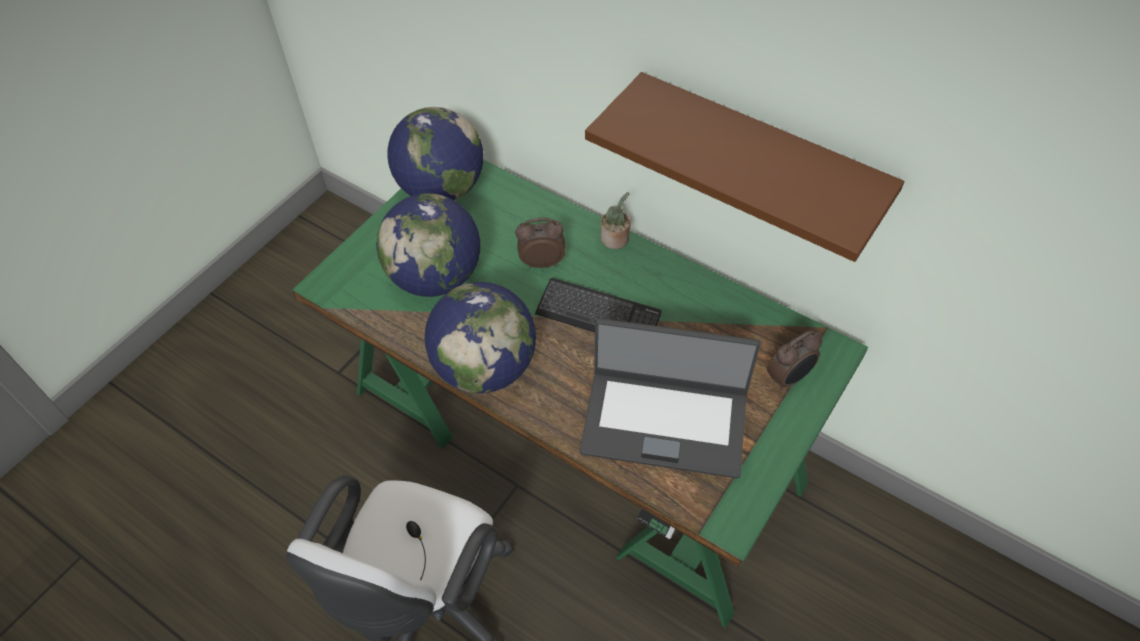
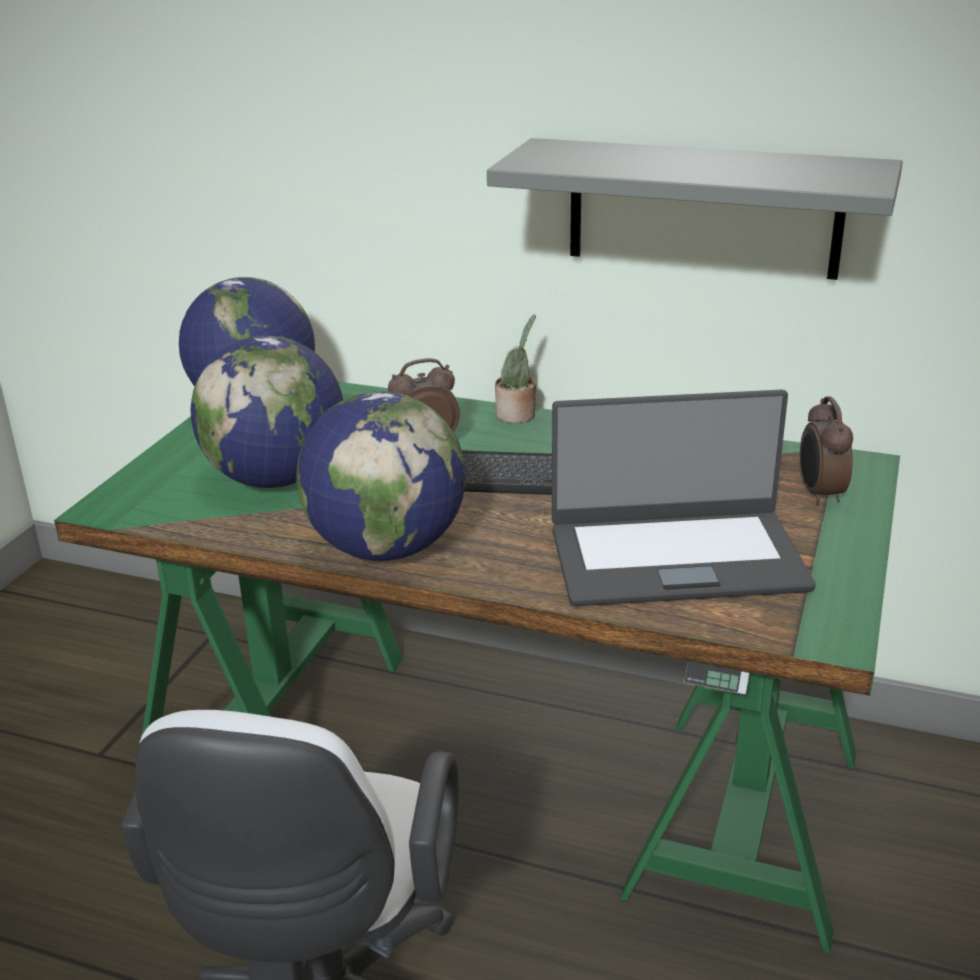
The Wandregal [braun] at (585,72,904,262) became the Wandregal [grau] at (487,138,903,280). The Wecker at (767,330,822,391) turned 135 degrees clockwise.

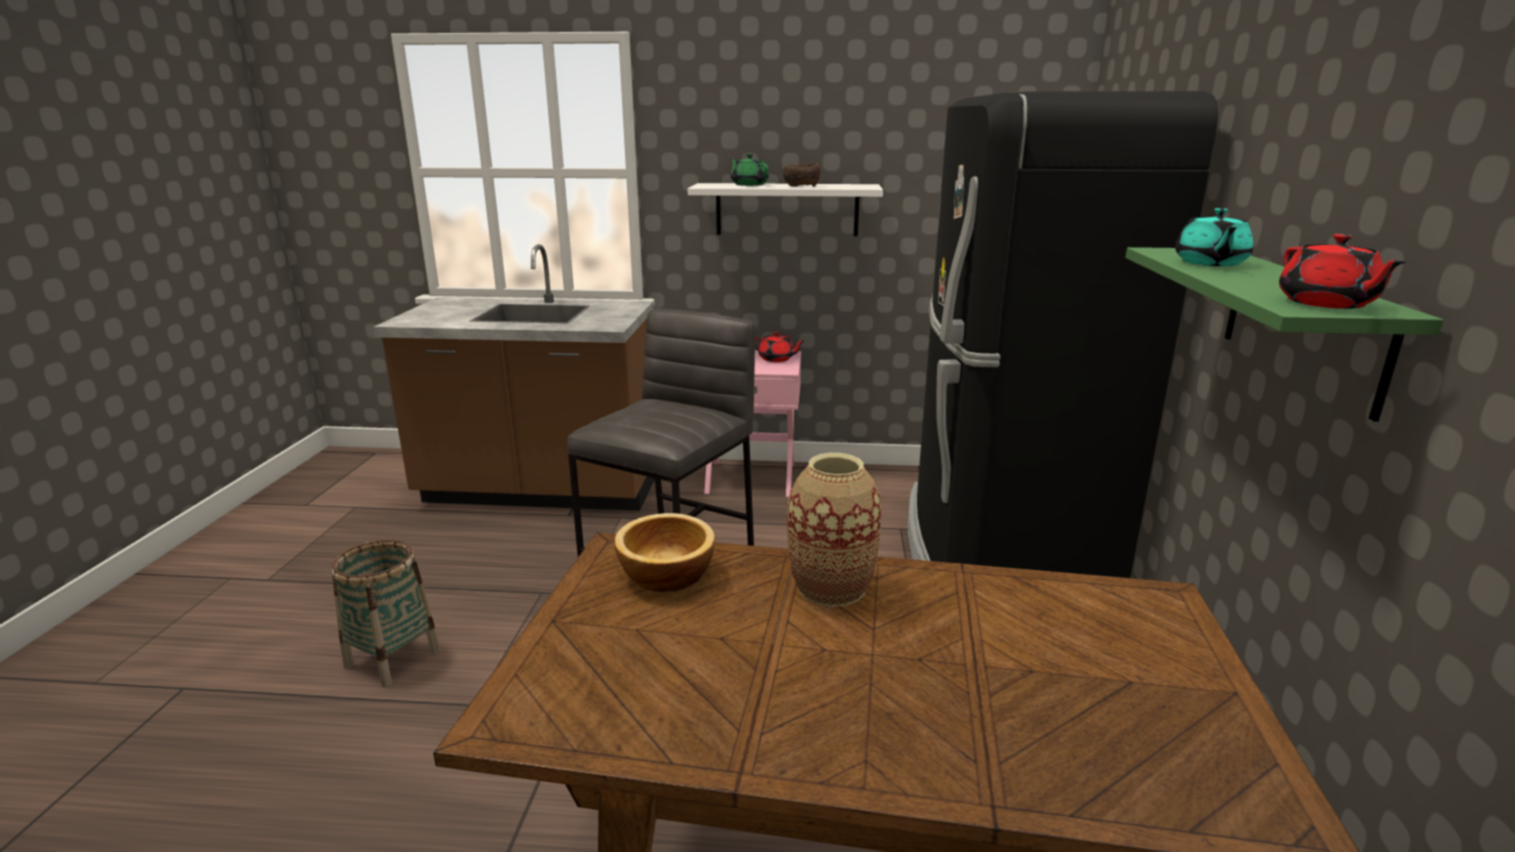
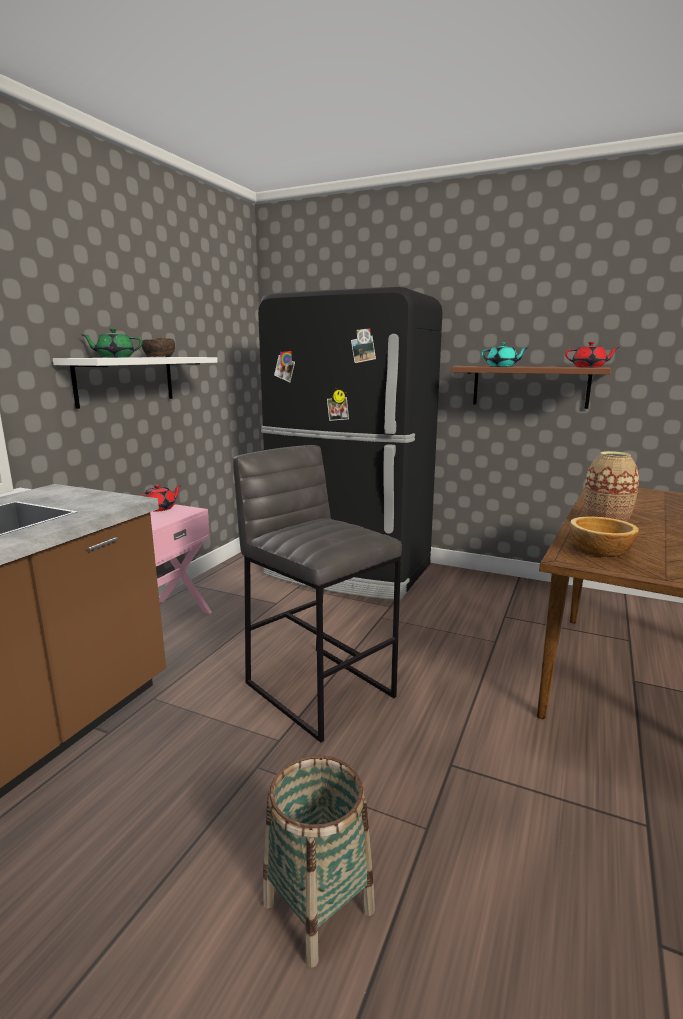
The Wandregal [grün] at (1125,247,1444,422) became the Wandregal [braun] at (451,366,611,409).

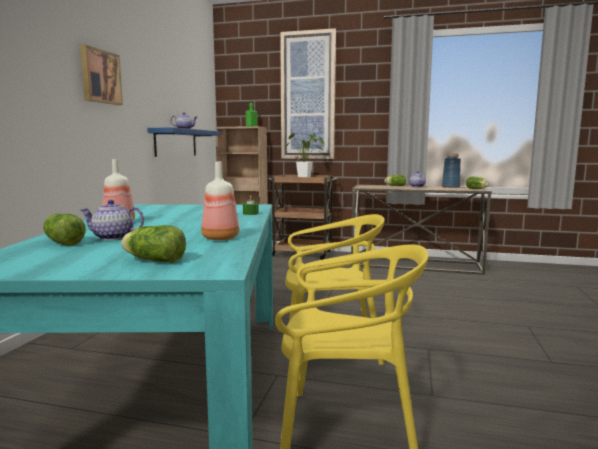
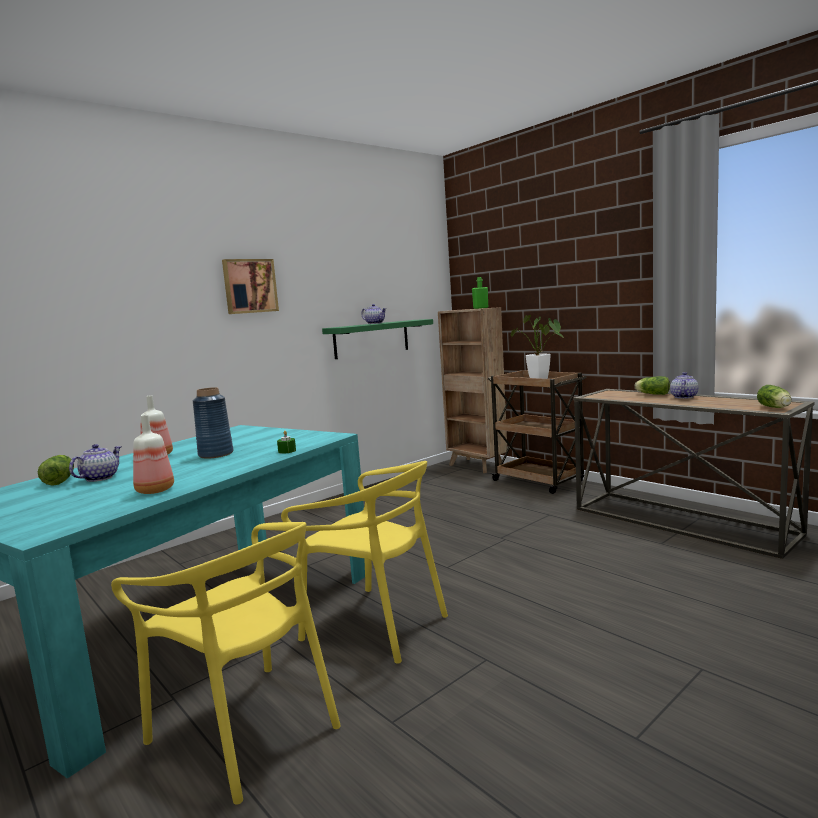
The Teekanne at (80,200,144,240) turned 75 degrees clockwise. The Salatkopf at (121,225,186,263) disappeared. The Wandregal [blau] at (147,127,220,157) became the Wandregal [grün] at (322,319,433,359). The Bild at (280,28,336,159) disappeared. The Vase [blau] moved from (442,153,461,188) to (193,387,234,459).

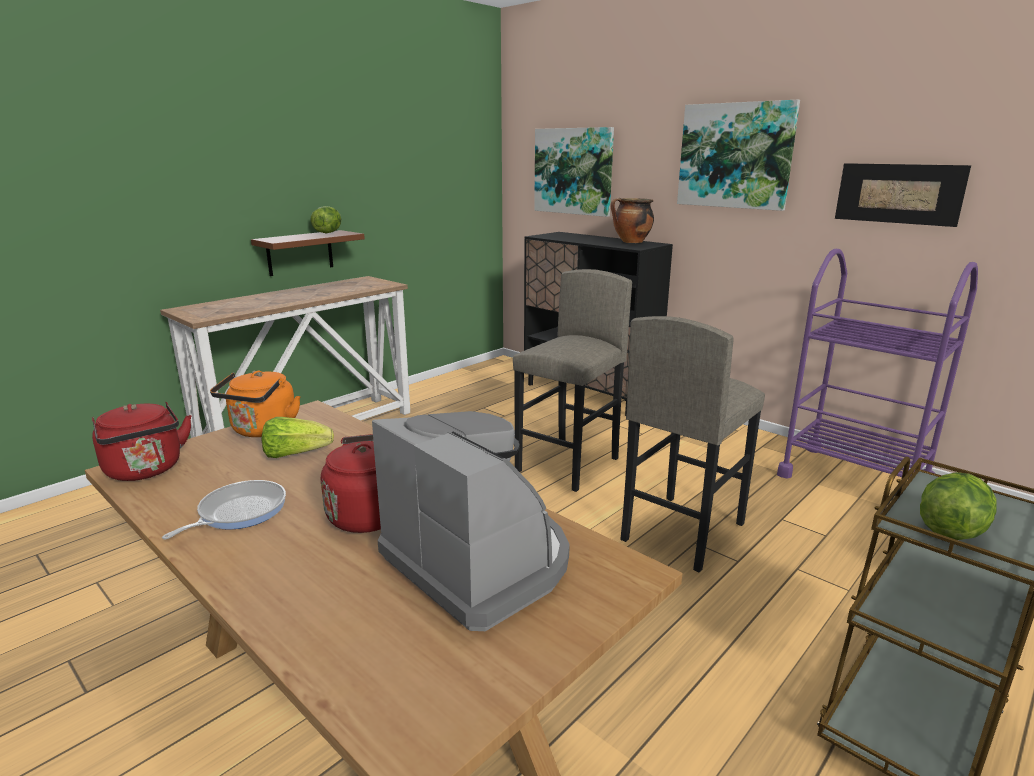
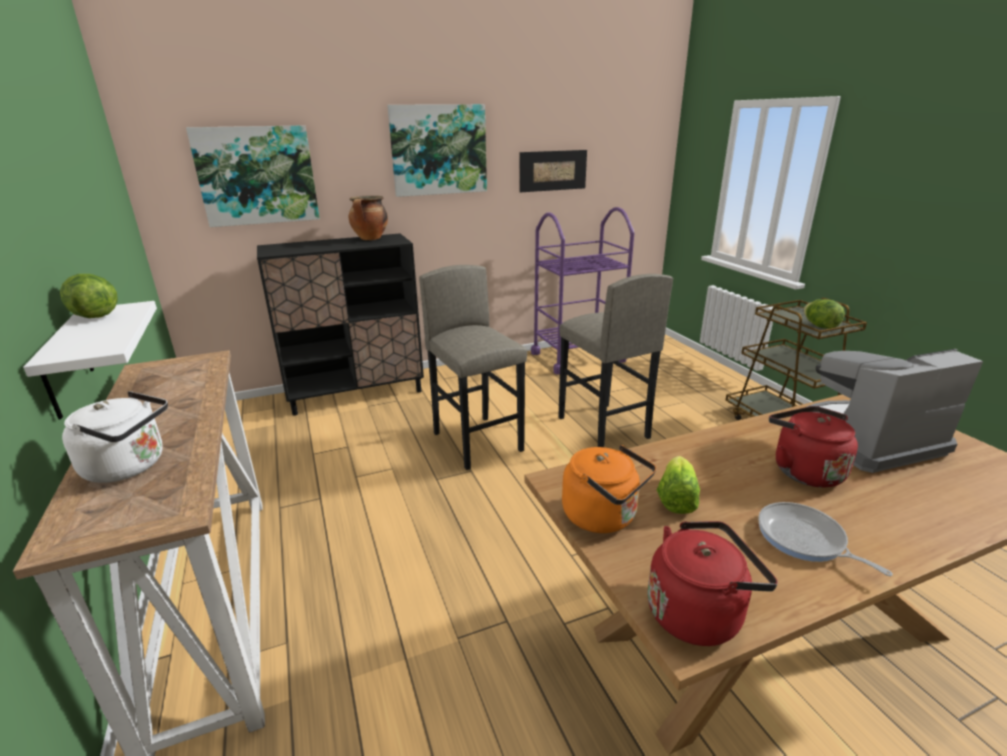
The Wandregal [braun] at (251,230,365,276) became the Wandregal [weiß] at (23,301,157,419). The Wasserkessel [weiß] at (62,391,168,483) appeared.

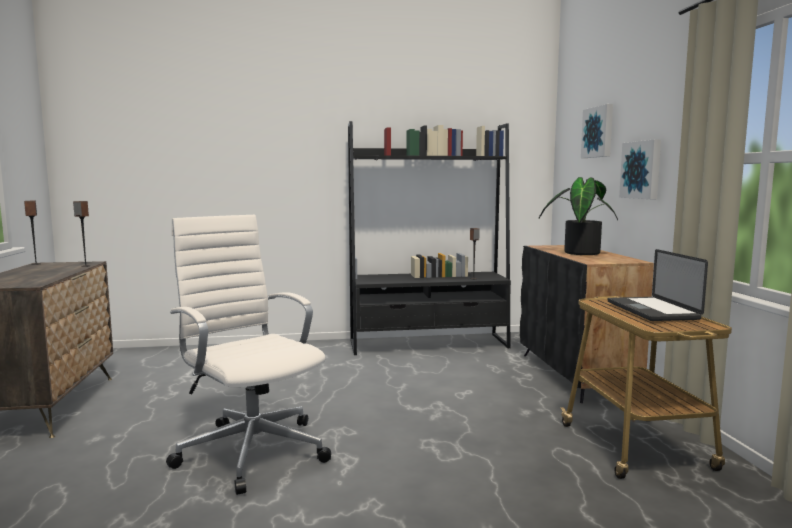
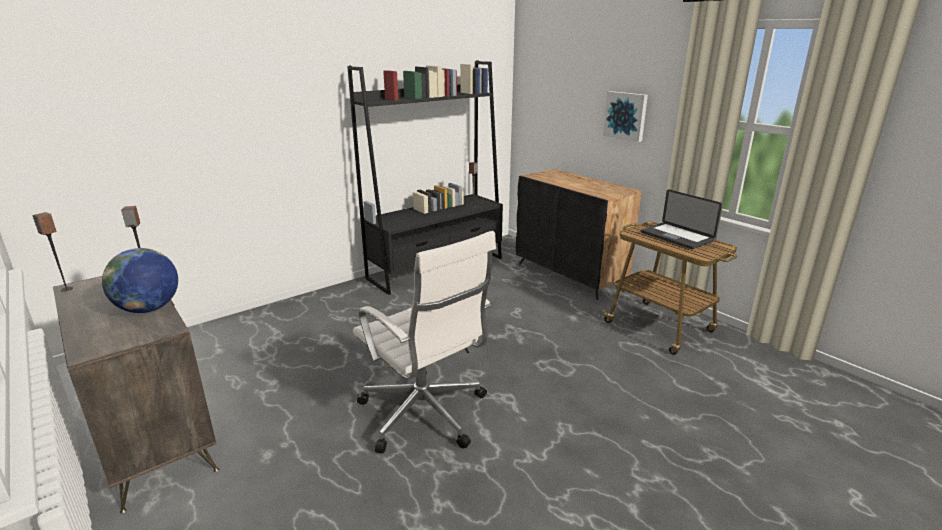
The Bürostuhl [weiß] at (166,215,331,495) turned 150 degrees counterclockwise. The Topfpflanze at (539,177,618,255) disappeared. The Bild at (581,104,613,158) disappeared. The Globus at (102,248,178,313) appeared.

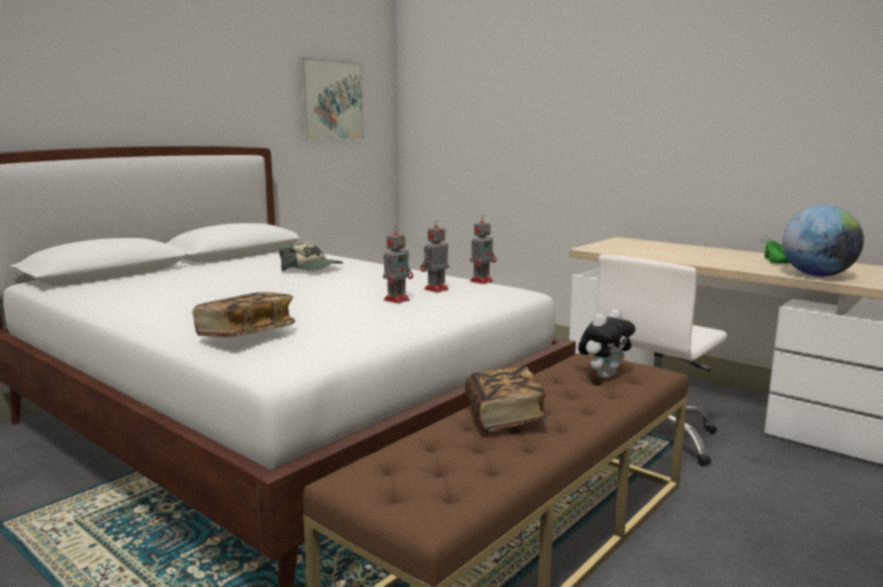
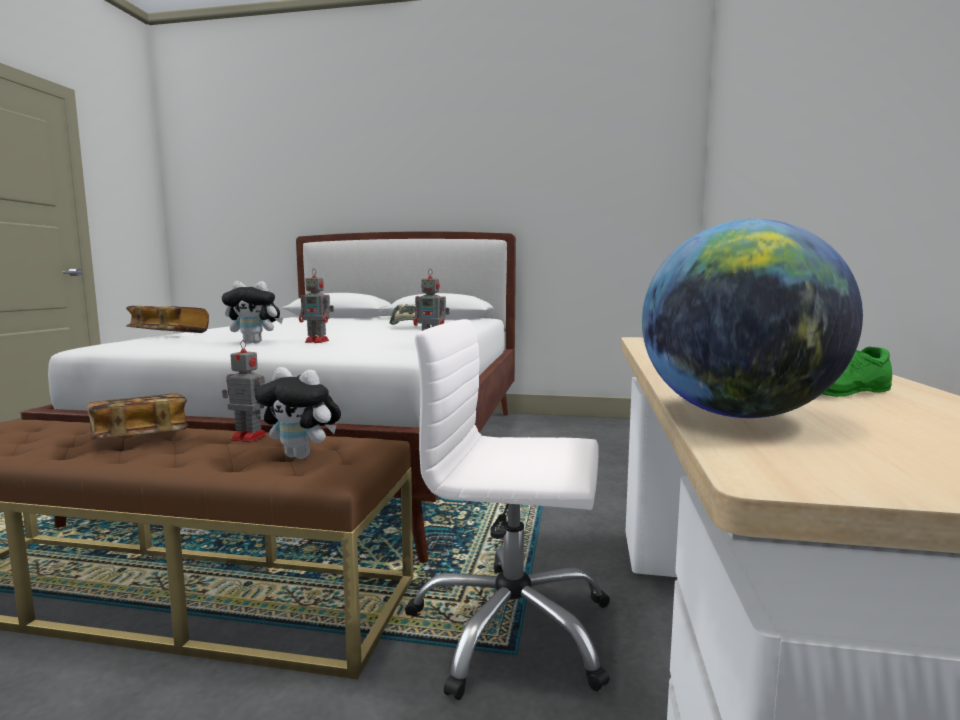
The Bild at (299,57,364,141) disappeared. The Spielzeugroboter moved from (420,219,449,293) to (222,340,267,442). The Plüschtier at (222,281,283,343) appeared.

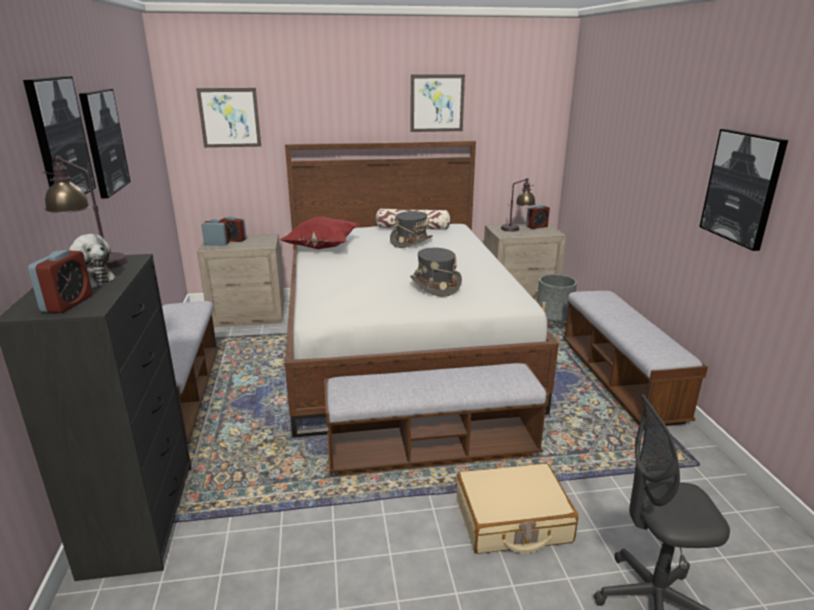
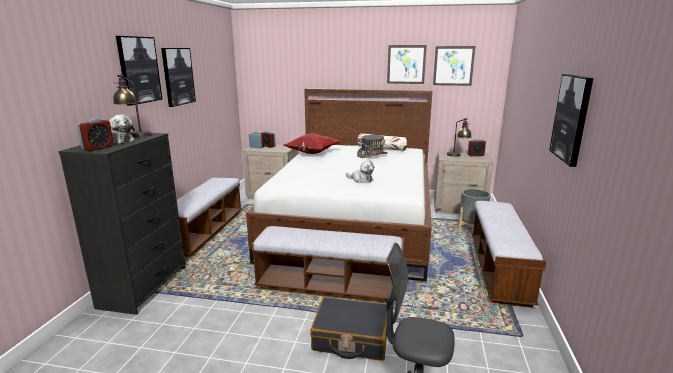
The Bild moved from (196,88,261,148) to (433,46,476,86). The Hut [grau] at (410,248,462,297) was replaced by the Plüschtier at (346,160,374,183). The Koffer [beige] at (456,463,578,554) became the Koffer [schwarz] at (310,297,387,361).

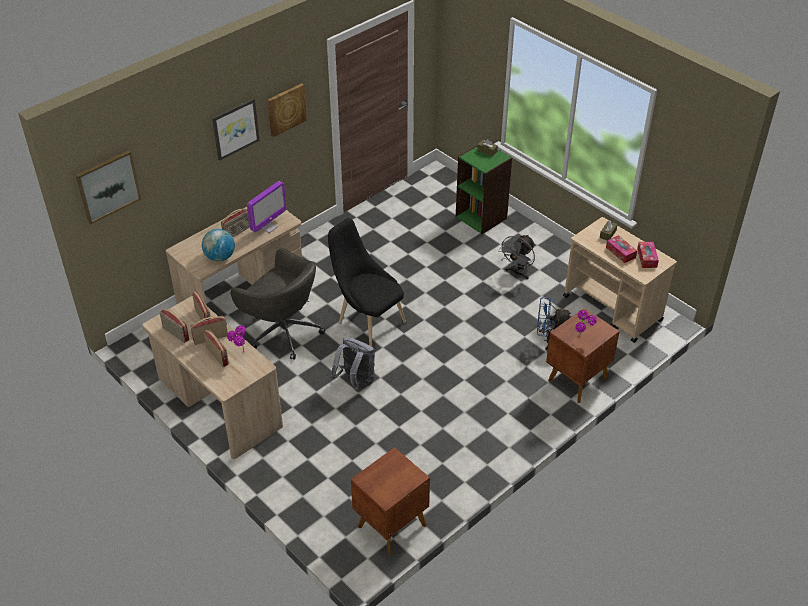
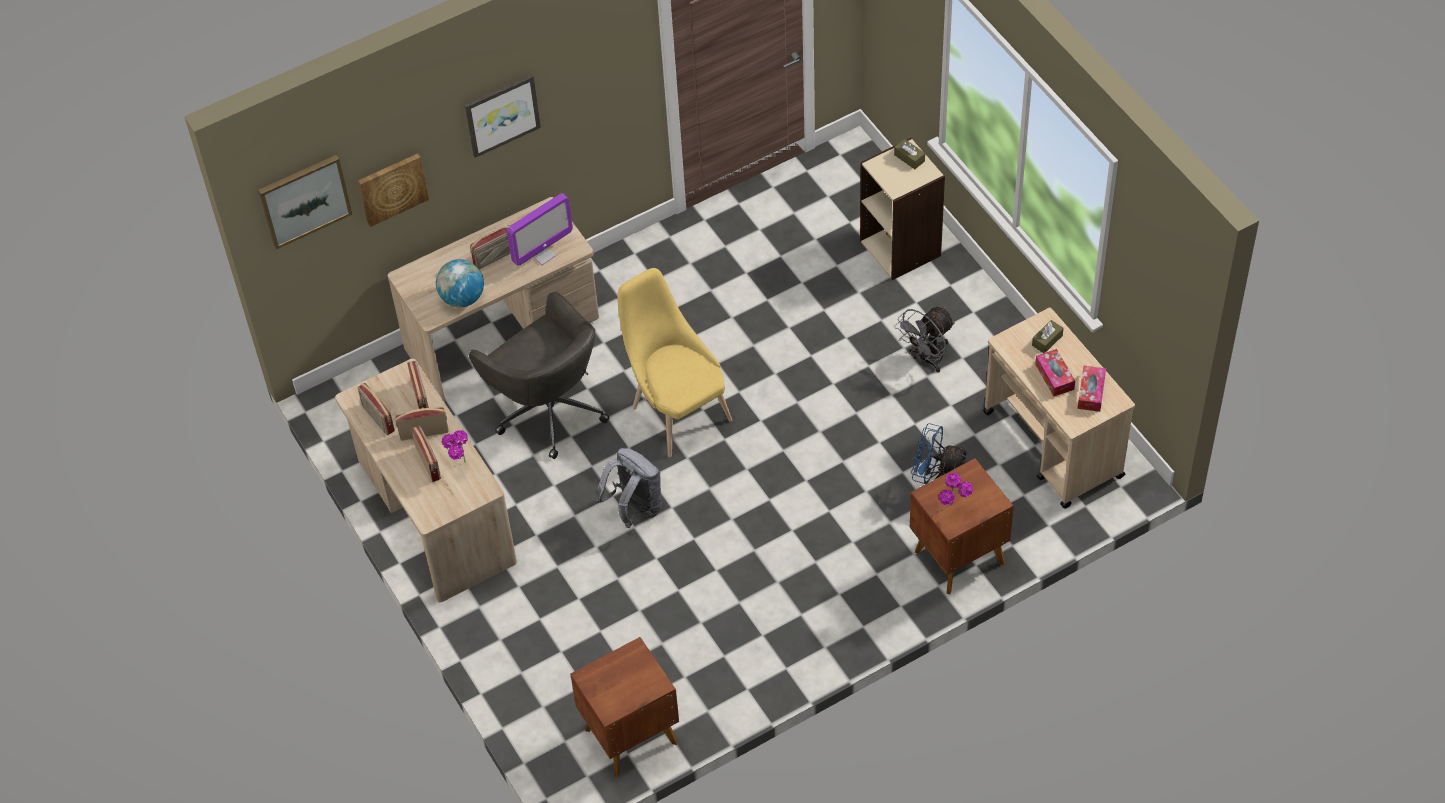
The Bild moved from (268,83,307,137) to (358,153,429,227). The Stuhl [schwarz] at (328,218,406,346) became the Stuhl [gelb] at (617,268,732,457). The Bücherregal [grün] at (456,145,512,234) became the Bücherregal [beige] at (860,138,945,280).

